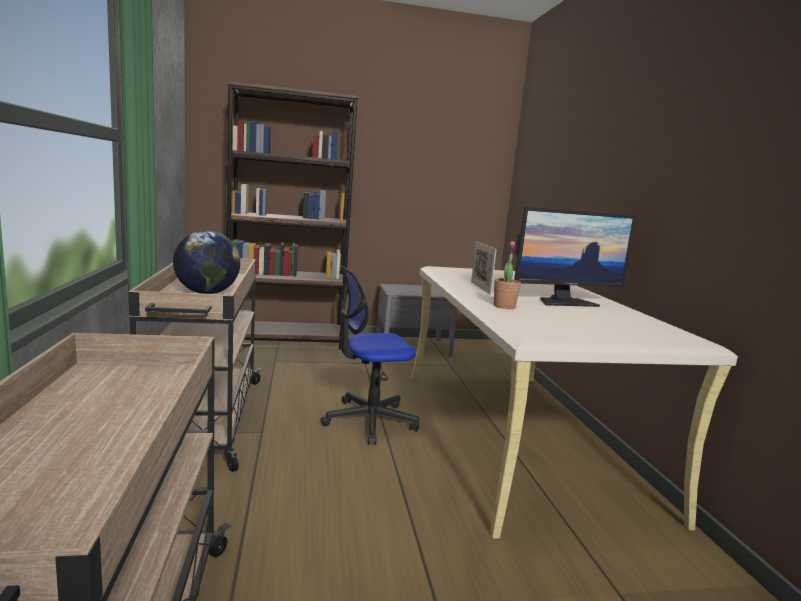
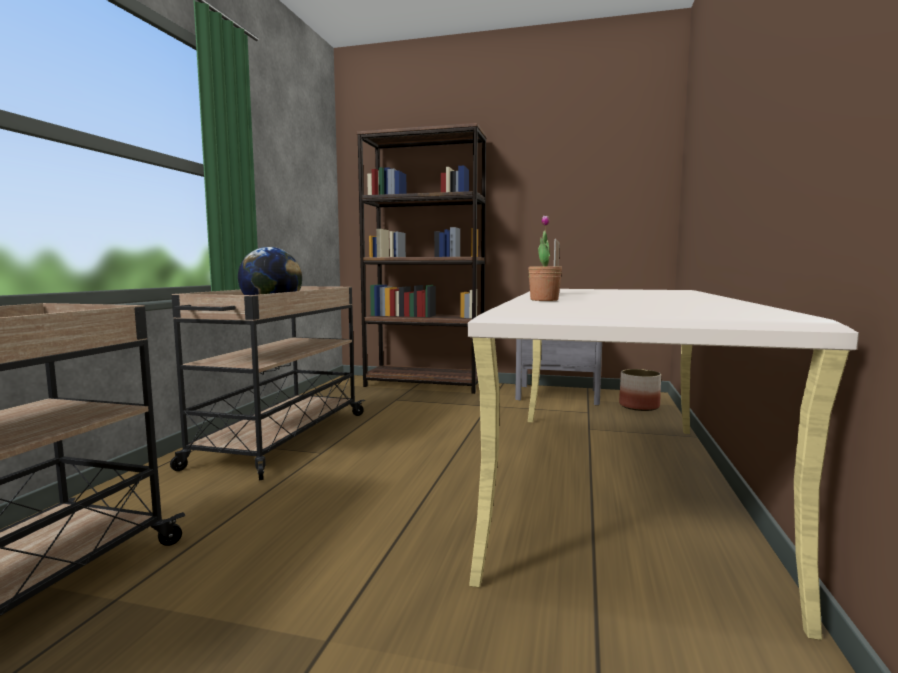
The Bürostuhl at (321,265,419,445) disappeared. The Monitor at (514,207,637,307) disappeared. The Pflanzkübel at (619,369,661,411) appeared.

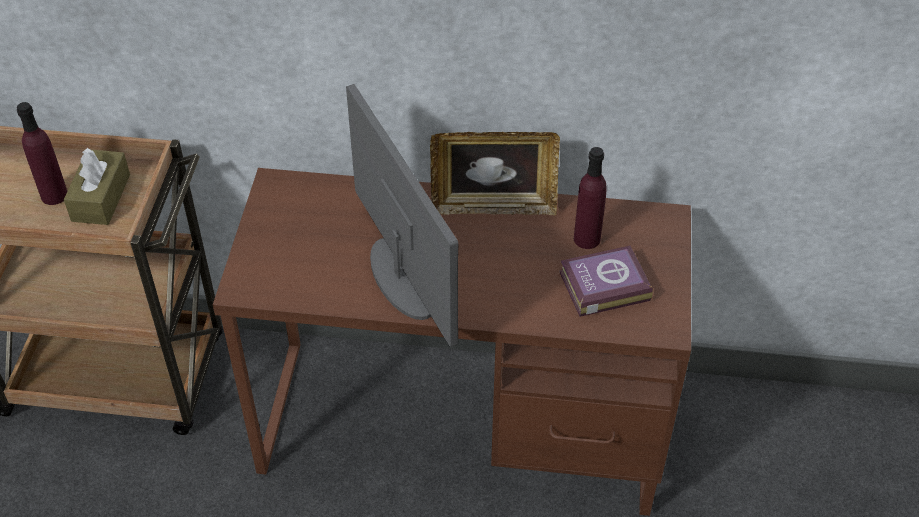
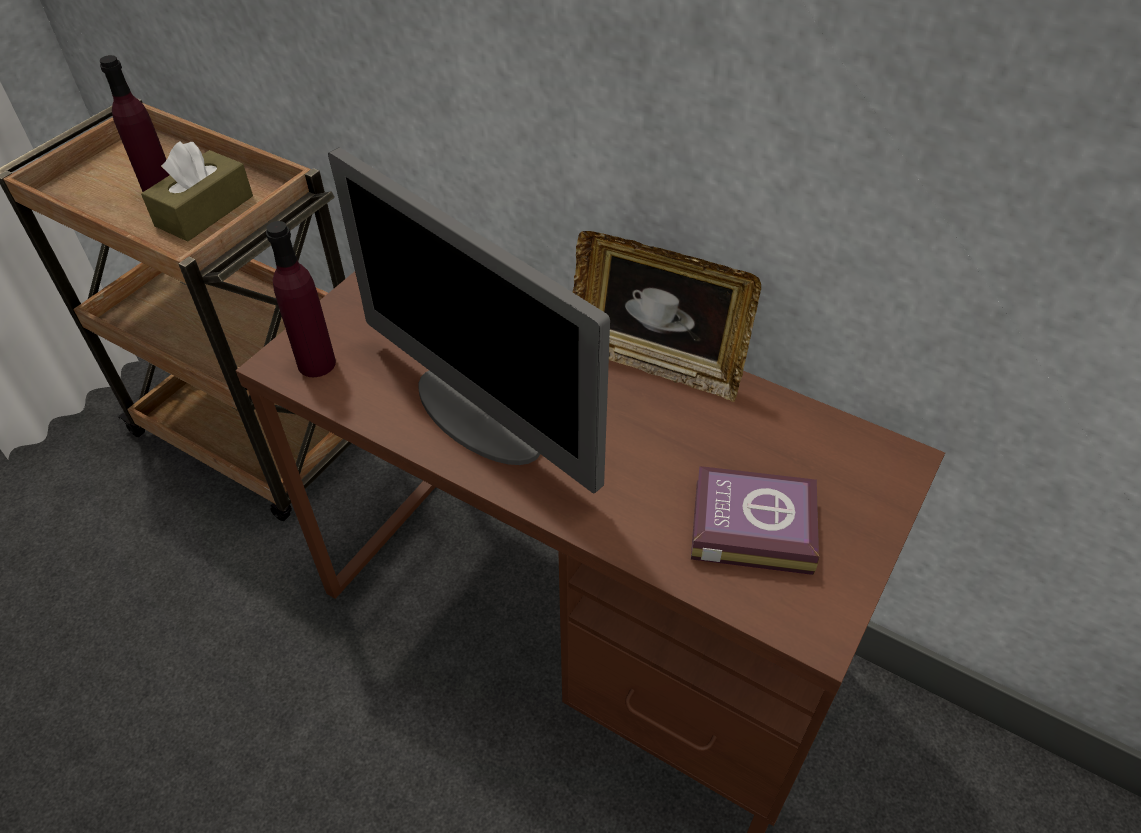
The Monitor at (346,84,458,347) turned 135 degrees clockwise. The Flasche [lila] moved from (574,147,607,249) to (266,221,336,377).

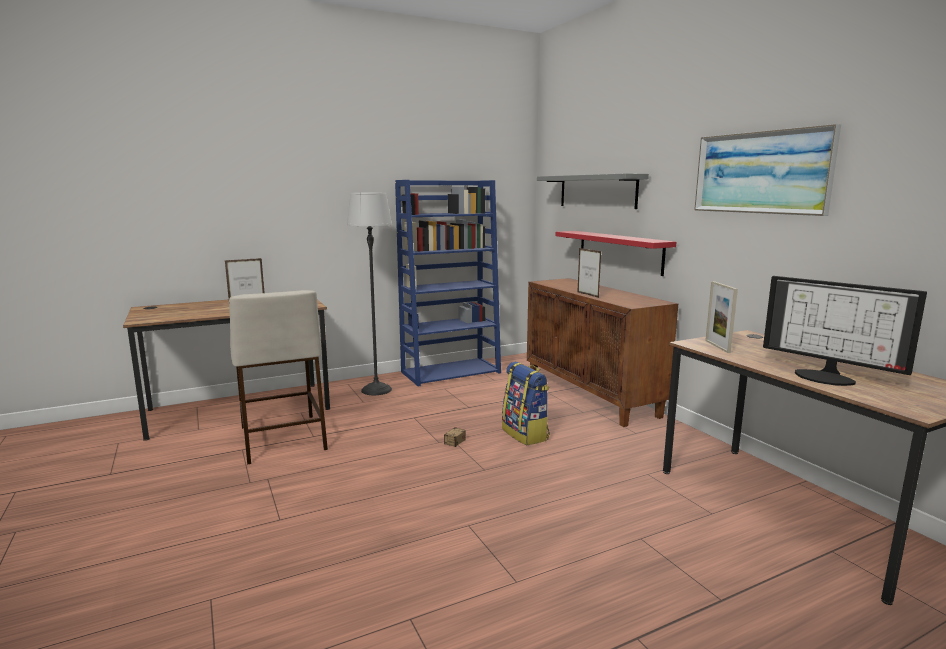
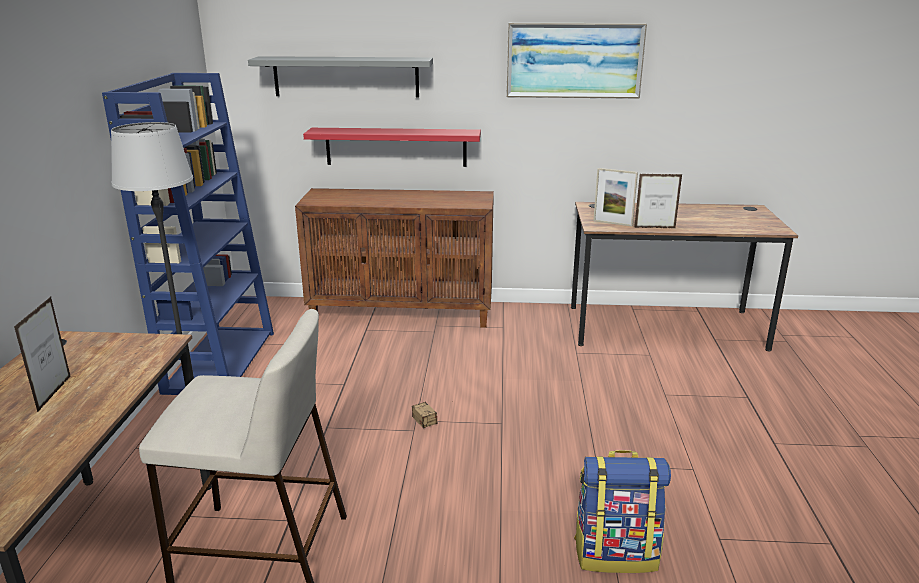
The Rucksack moved from (502,362,550,445) to (574,450,671,573). The Bilderrahmen moved from (577,248,601,298) to (634,174,682,228). The Monitor at (763,276,927,386) disappeared.

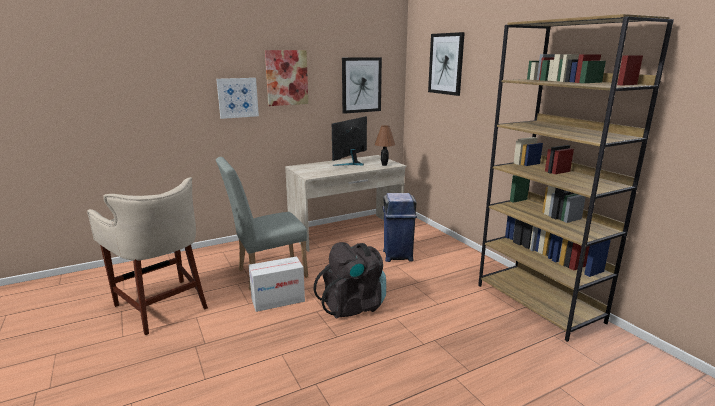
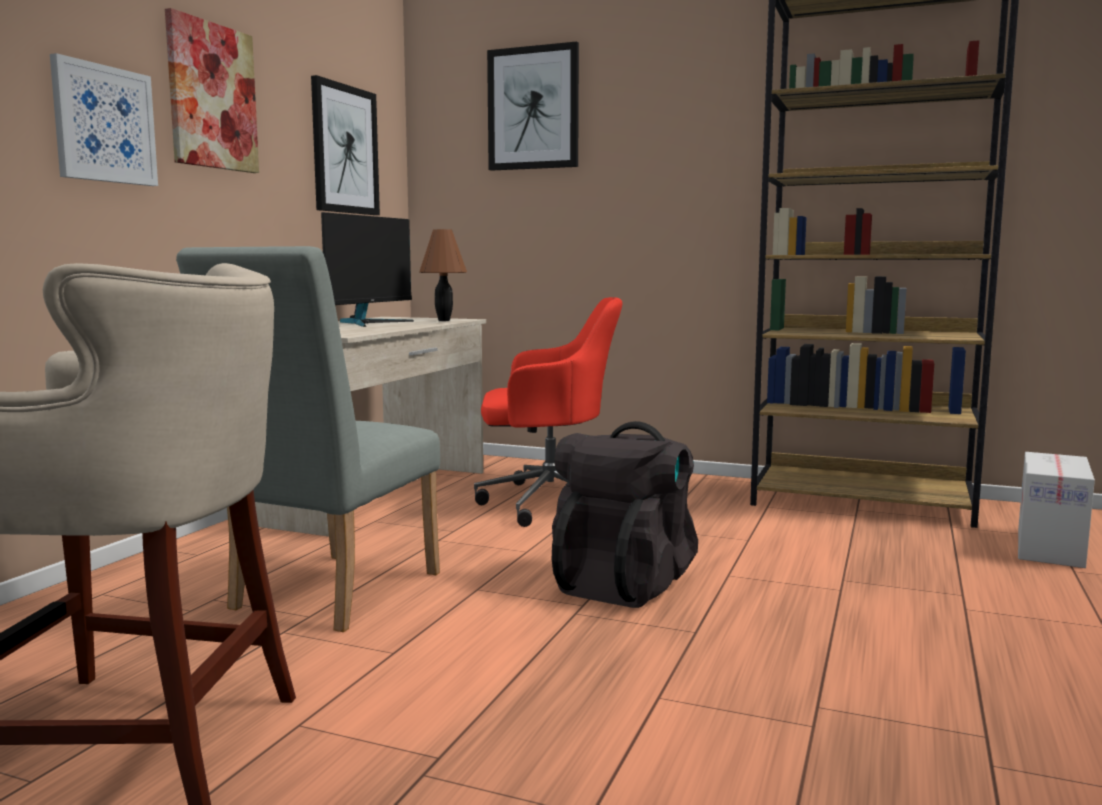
The Karton moved from (249,256,305,312) to (1018,452,1095,568). The Monitor at (332,116,367,166) turned 150 degrees counterclockwise. The Mülleimer [blau] at (383,193,417,262) was replaced by the Bürostuhl [rot] at (474,297,622,527).

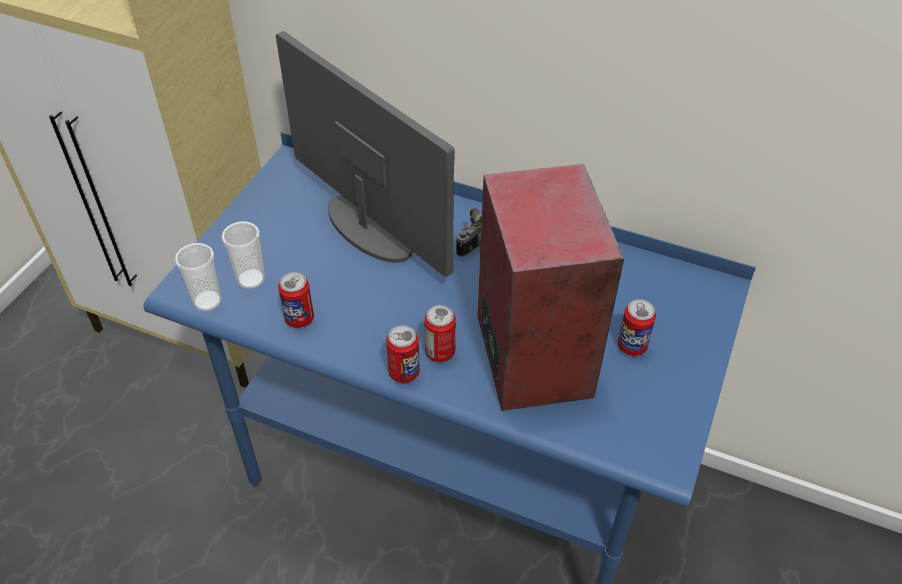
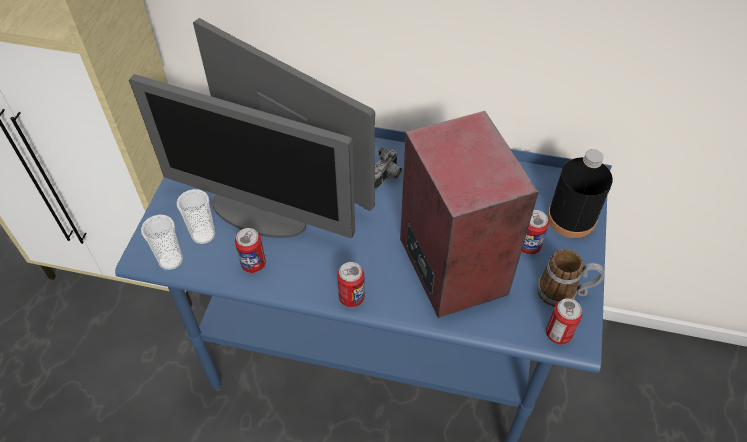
The Dose moved from (424,305,456,362) to (546,298,583,344). The Monitor at (129,74,355,238) appeared. The Henkelbecher at (537,249,604,307) appeared. The Flasche [schwarz] at (547,149,613,238) appeared.

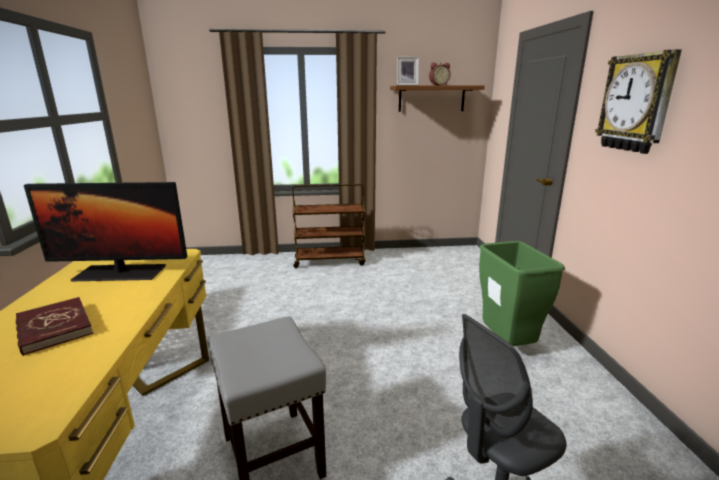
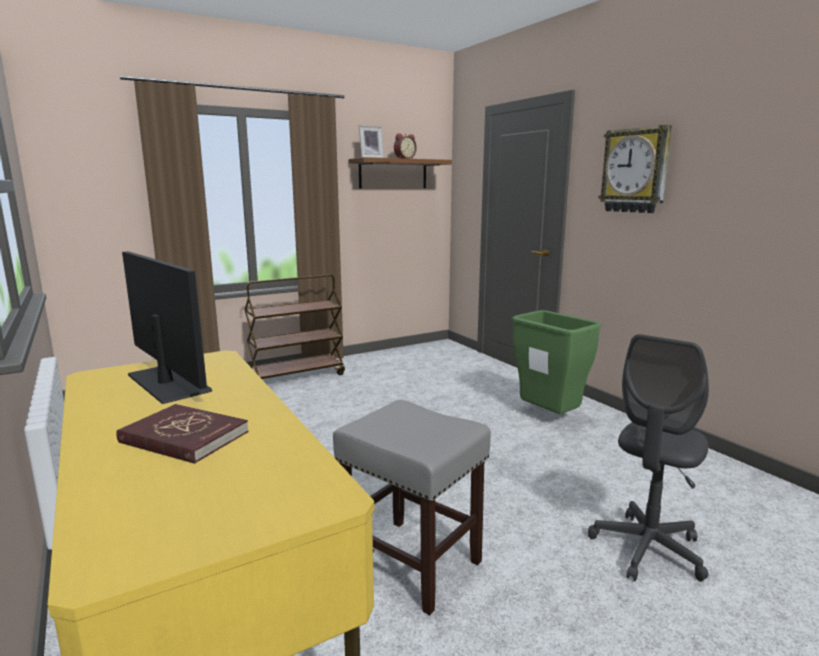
The Monitor at (24,182,187,281) turned 105 degrees counterclockwise.

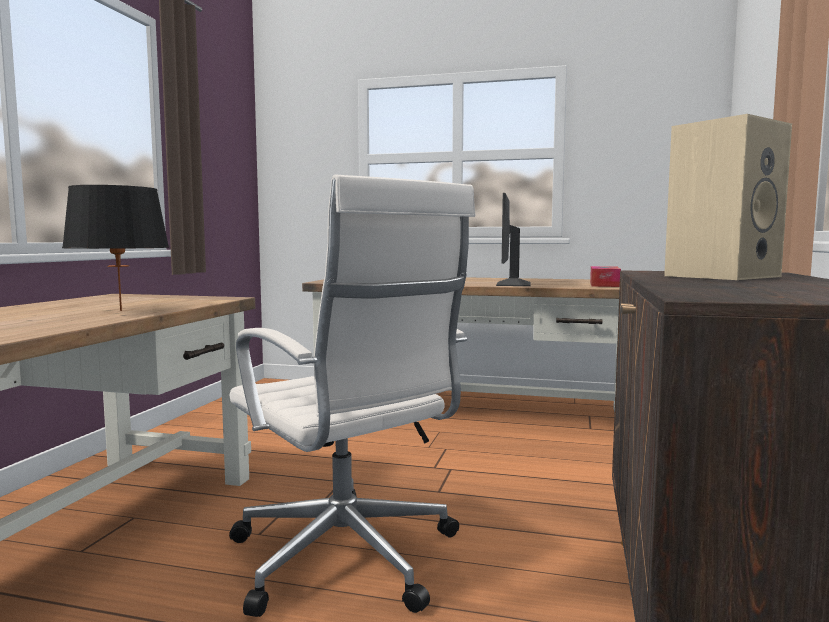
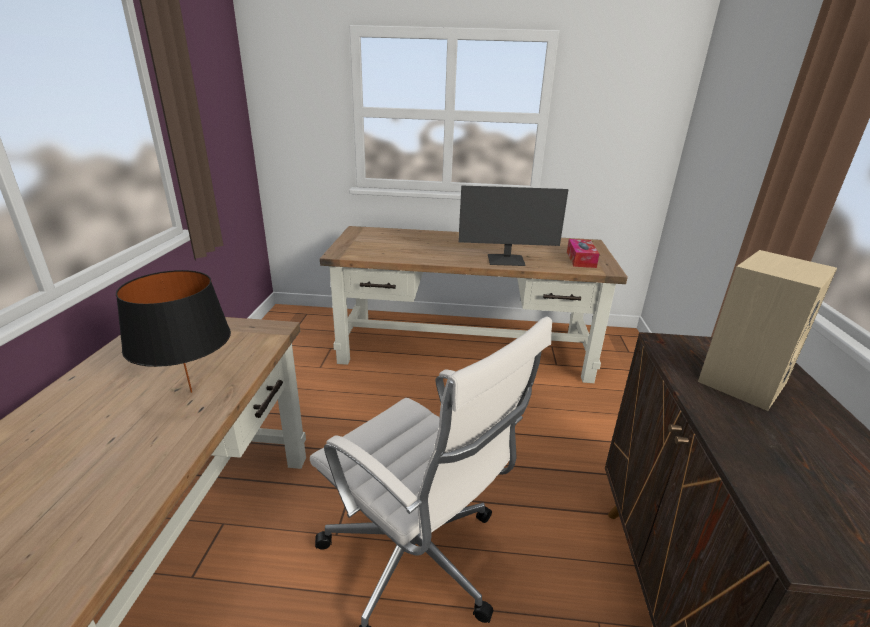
The Monitor at (496,193,531,286) turned 90 degrees counterclockwise.

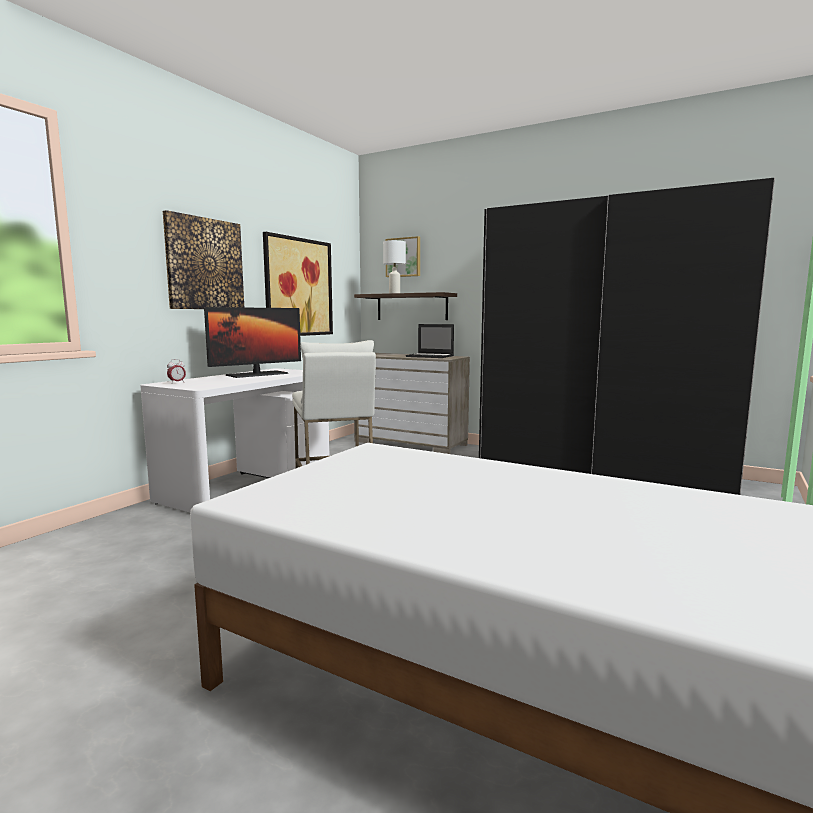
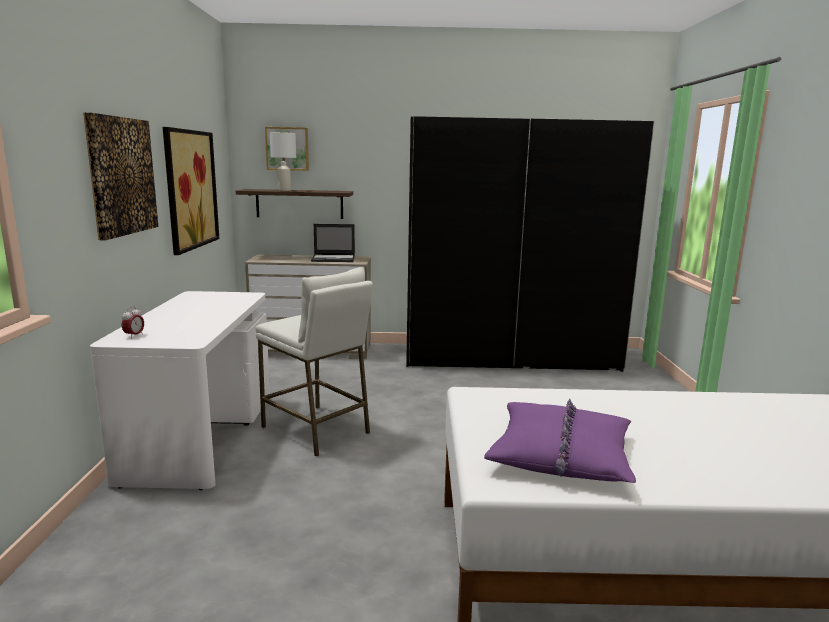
The Monitor at (204,307,301,378) disappeared. The Kissen [lila] at (484,399,636,483) appeared.

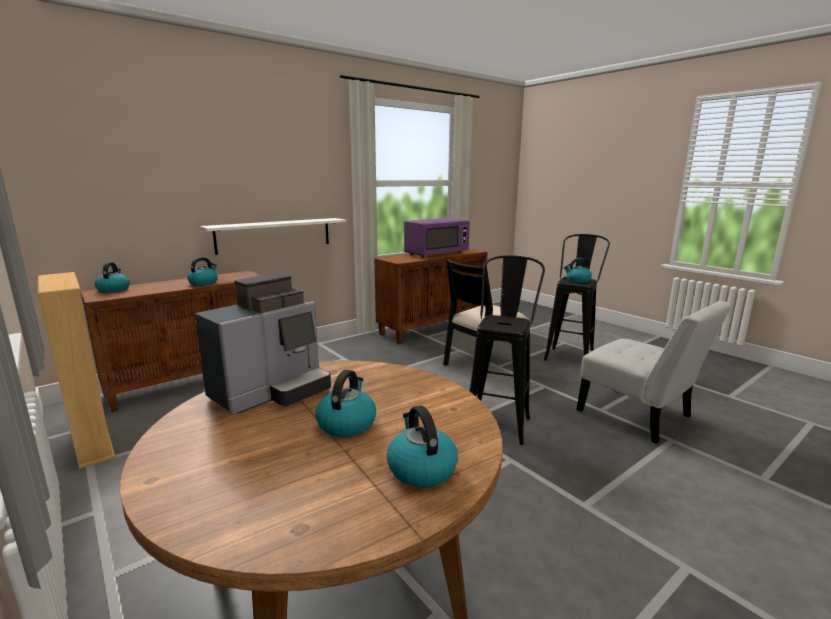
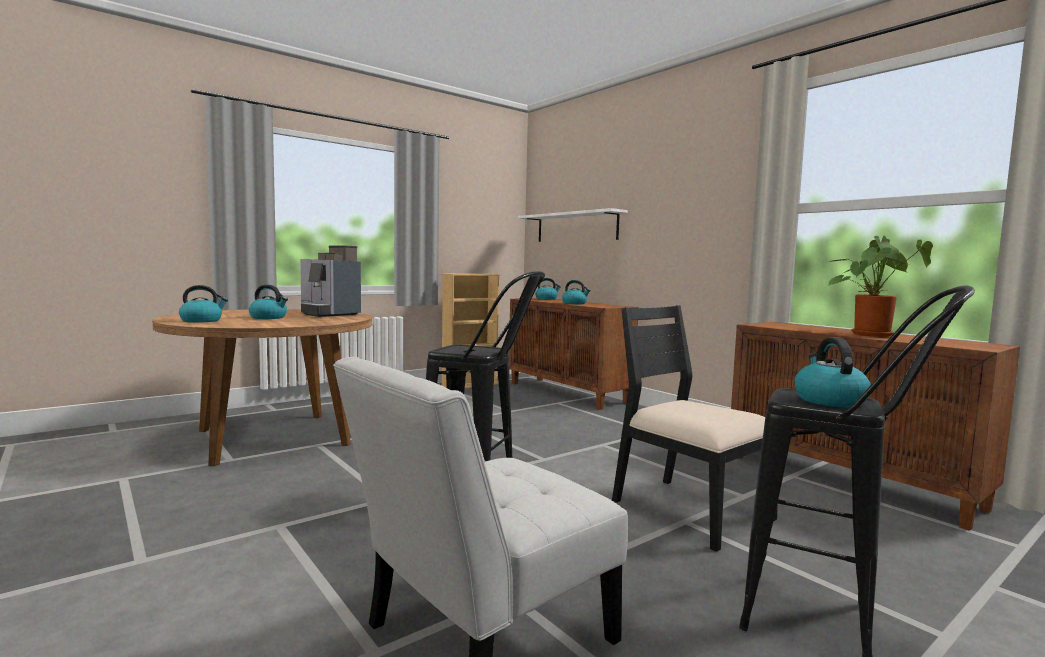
The Wandregal [weiß] moved from (200,218,346,255) to (518,208,628,242). The Mikrowelle [lila] at (404,218,470,258) was replaced by the Topfpflanze at (827,236,933,337).

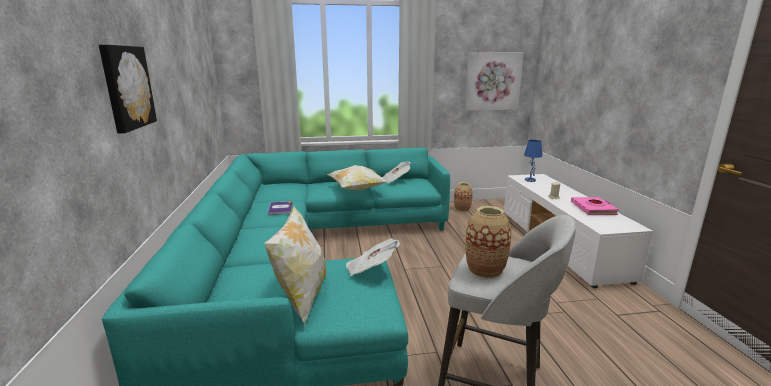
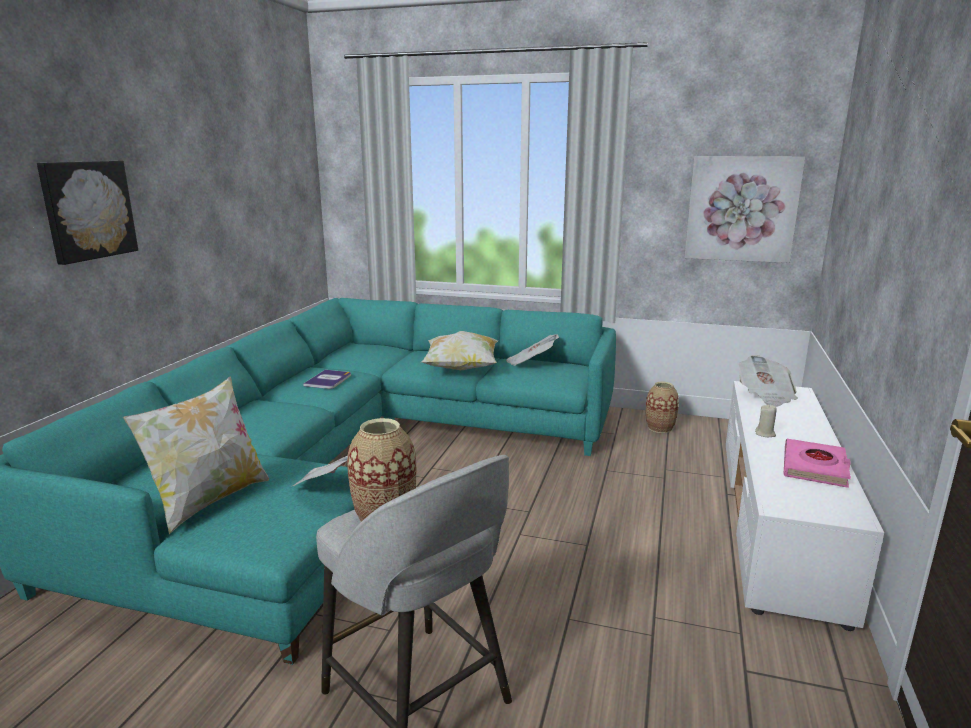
The Tischlampe [blau] at (524,140,542,182) was replaced by the Zeitung at (739,355,798,407).

